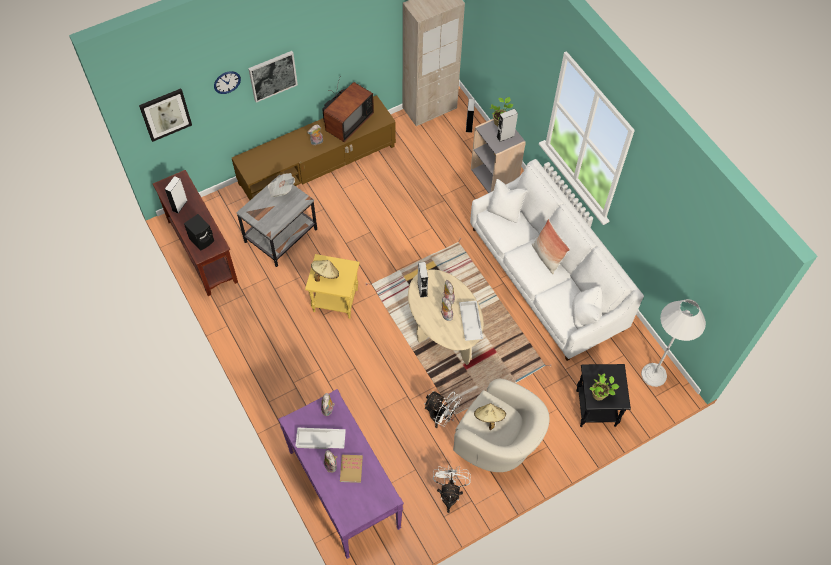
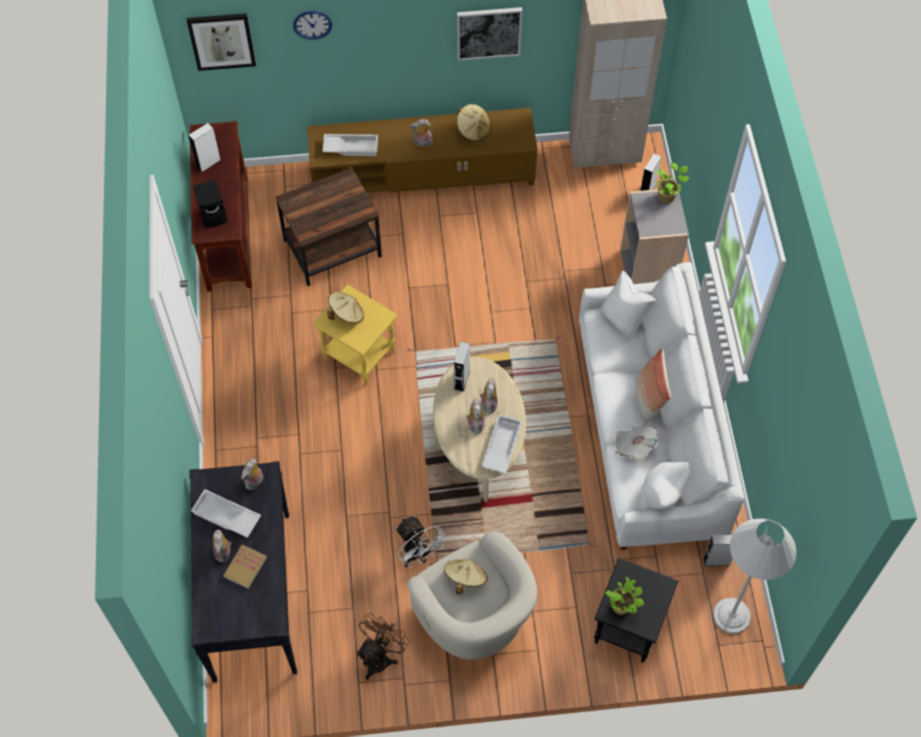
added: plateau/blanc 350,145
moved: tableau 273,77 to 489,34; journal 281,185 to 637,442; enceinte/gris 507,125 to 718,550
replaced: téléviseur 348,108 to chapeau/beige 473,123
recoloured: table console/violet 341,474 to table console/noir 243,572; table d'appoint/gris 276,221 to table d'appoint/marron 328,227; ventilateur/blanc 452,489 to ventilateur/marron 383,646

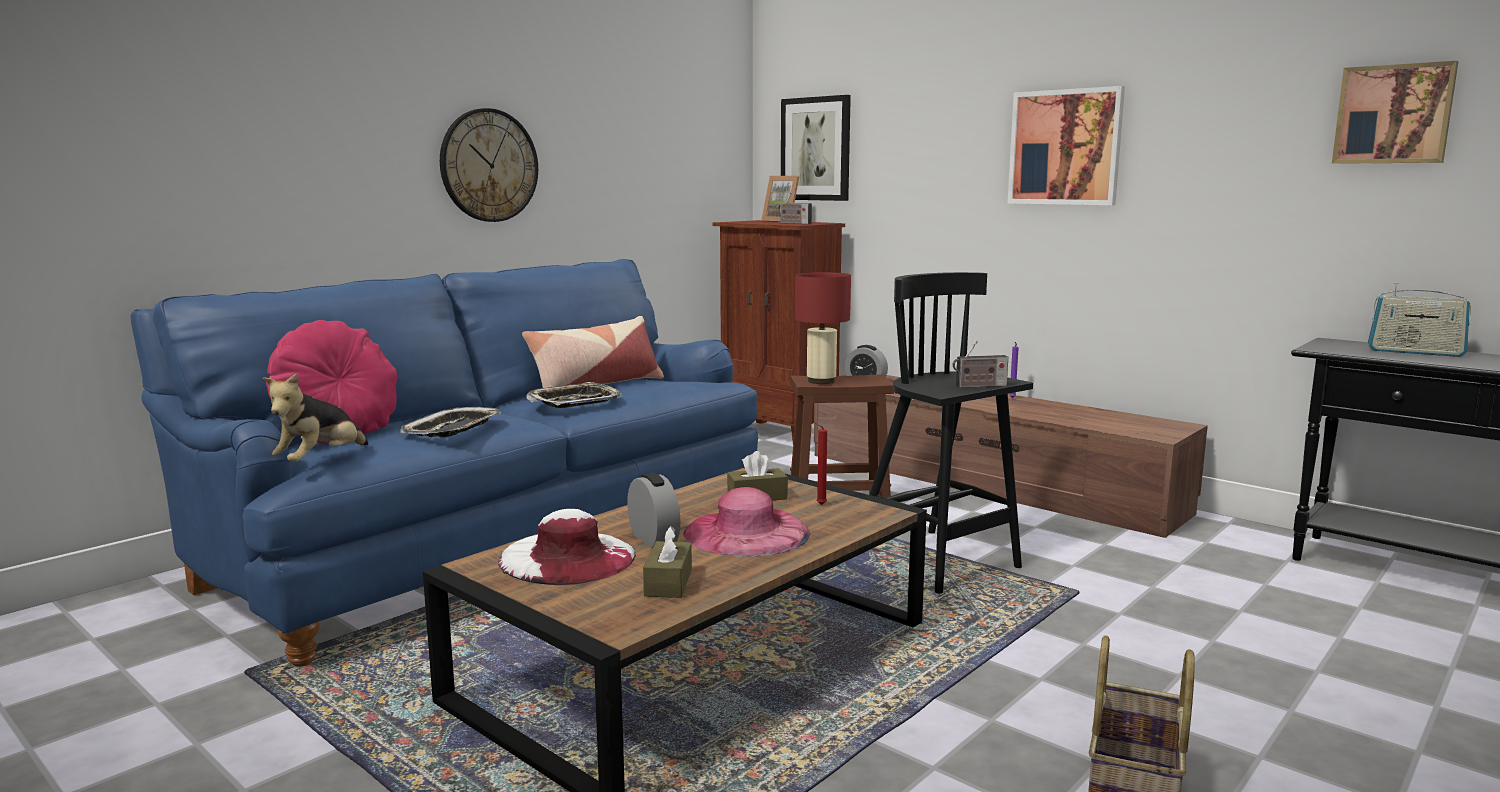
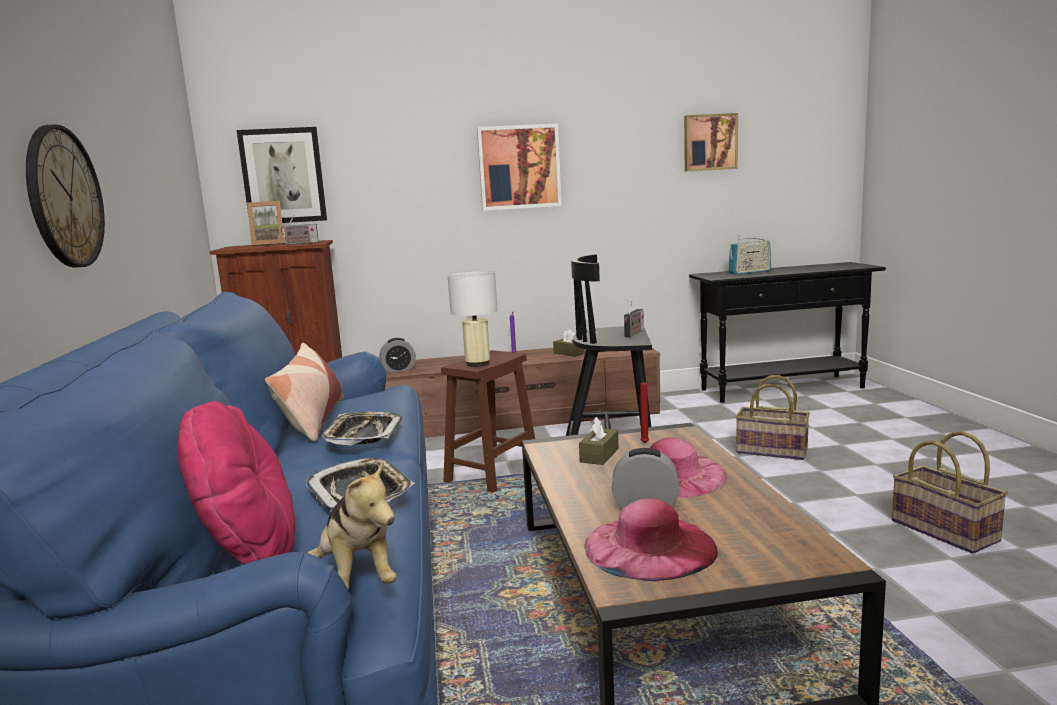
added: panier 772,417
moved: boîte à mouchoirs/marron 667,562 to 569,343
recoloured: lampe de table/rouge 823,328 to lampe de table/blanc 472,319; chapeau/blanc 567,547 to chapeau/rose 651,540

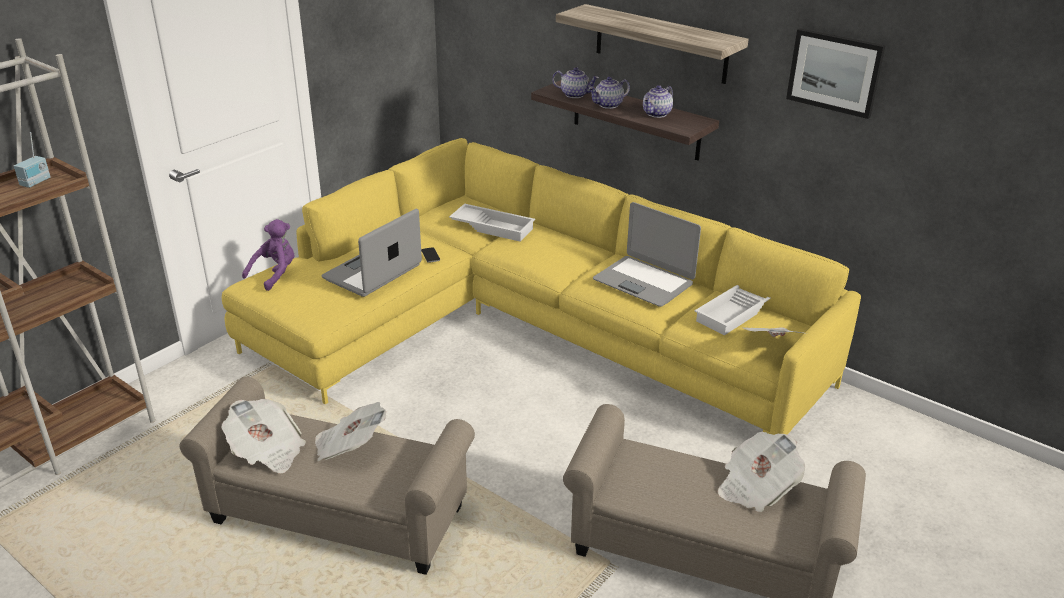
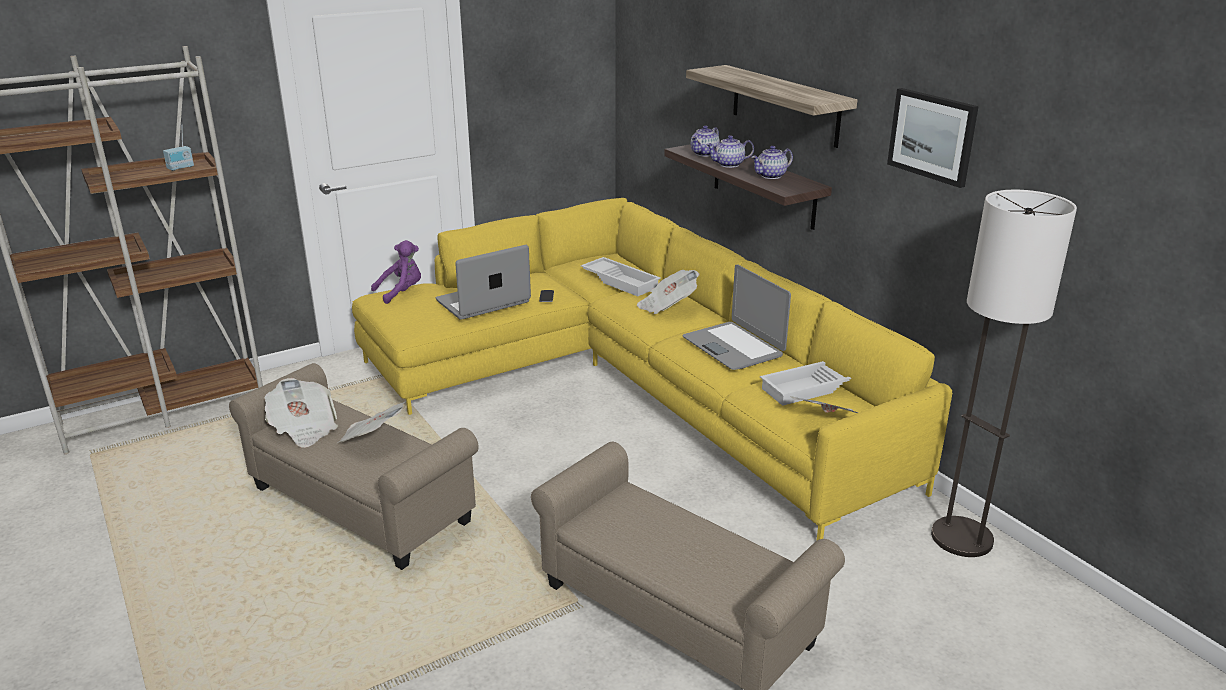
added: lampadaire 1004,373
moved: journal 761,472 to 668,292
turned: théière 575,82 = 705,141 90 degrees clockwise

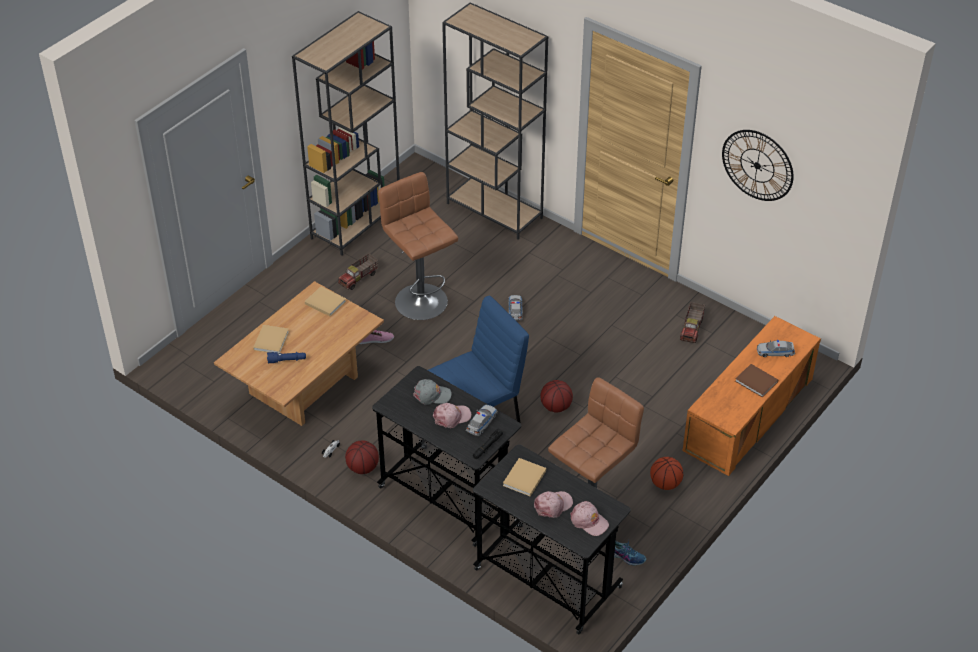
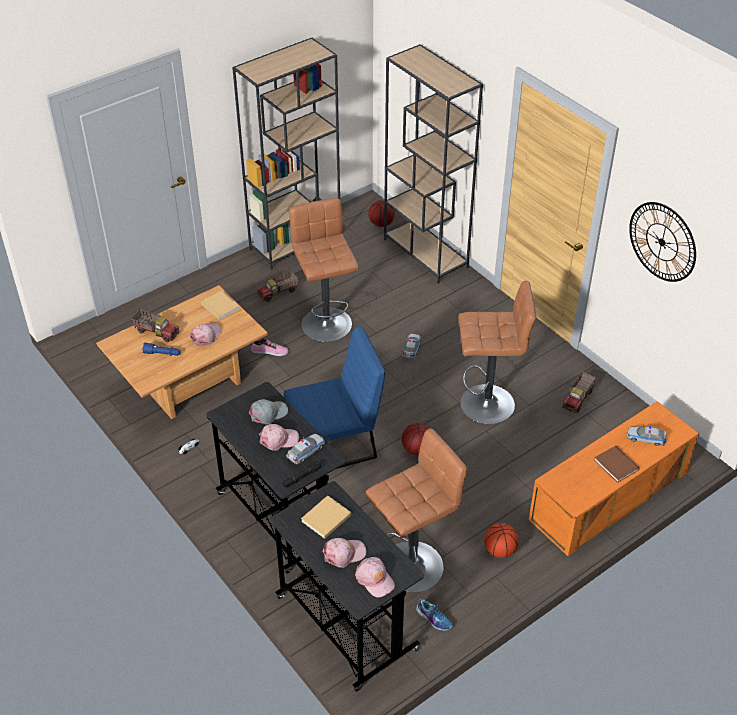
added: casquette/rose 206,334; tabouret/marron 497,352
moved: ballon de basket 362,457 to 381,213
replaced: livre/beige 271,339 to camion jouet 156,326
turned: casquette/gris 432,392 = 268,412 45 degrees counterclockwise

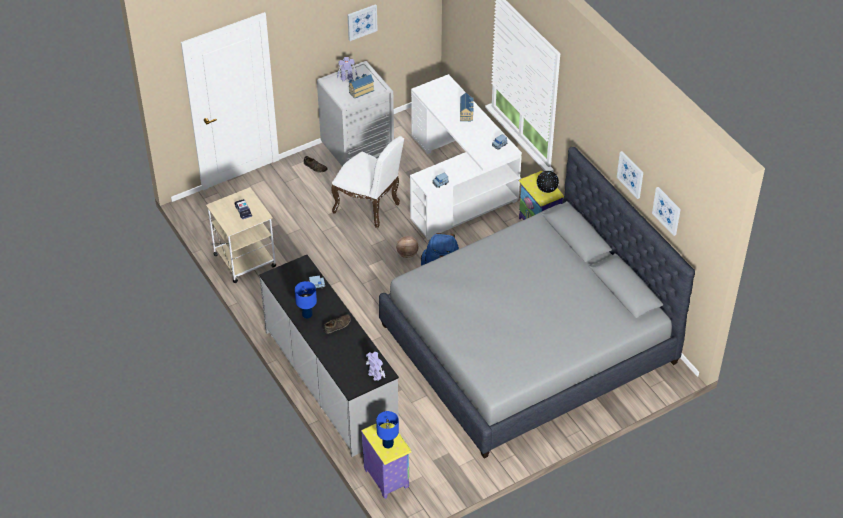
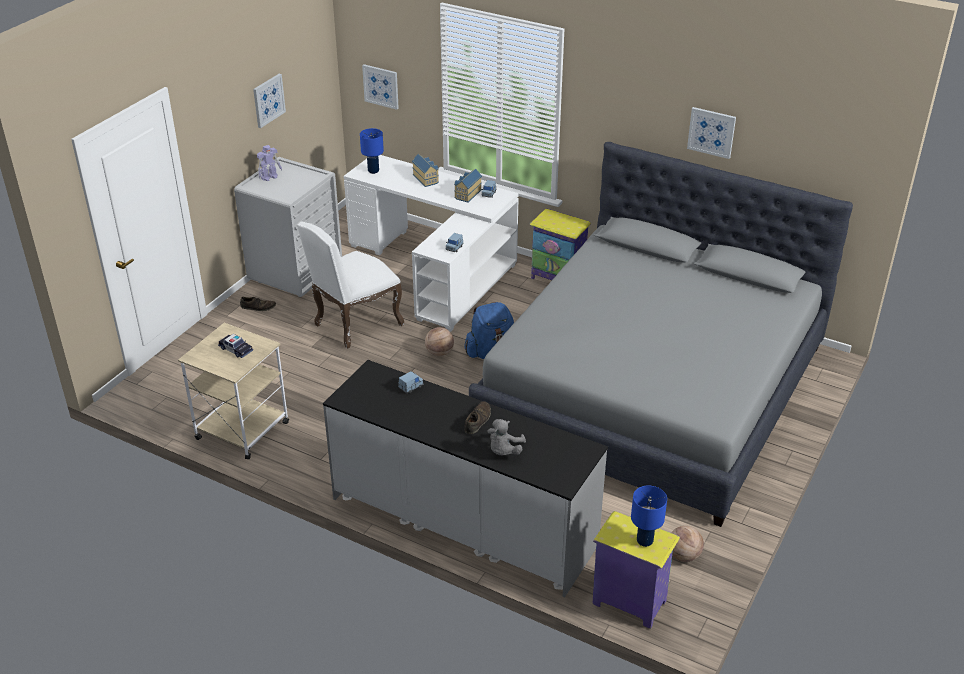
removed: robot jouet 375,366; globe 548,182
added: peluche/gris 506,437; ballon de basket 687,544
moved: lampe de table/bleu 306,300 to 372,151; tableau 666,211 to 380,87; maison miniature 361,86 to 468,185
turned: chaise/blanc 368,182 = 350,284 135 degrees clockwise

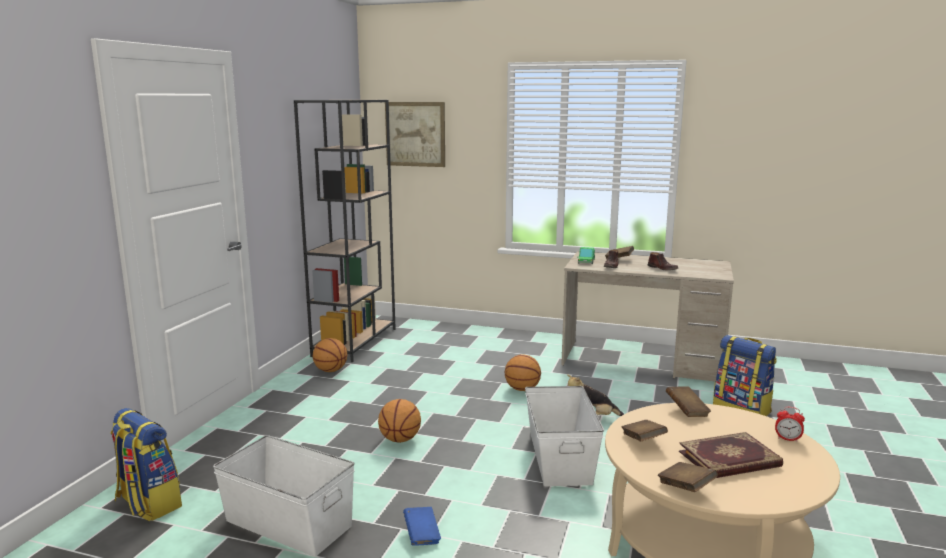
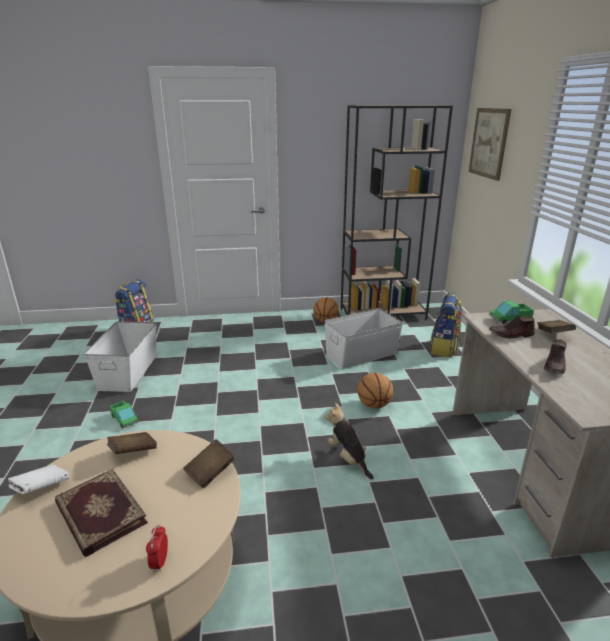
removed: ballon de basket 399,421
moved: boîte de rangement/blanc 564,436 to 363,338; sac à dos 745,375 to 446,325
replaced: livre/bleu 422,526 to camion jouet 124,414
recoloured: livre/marron 688,477 to livre/blanc 38,479

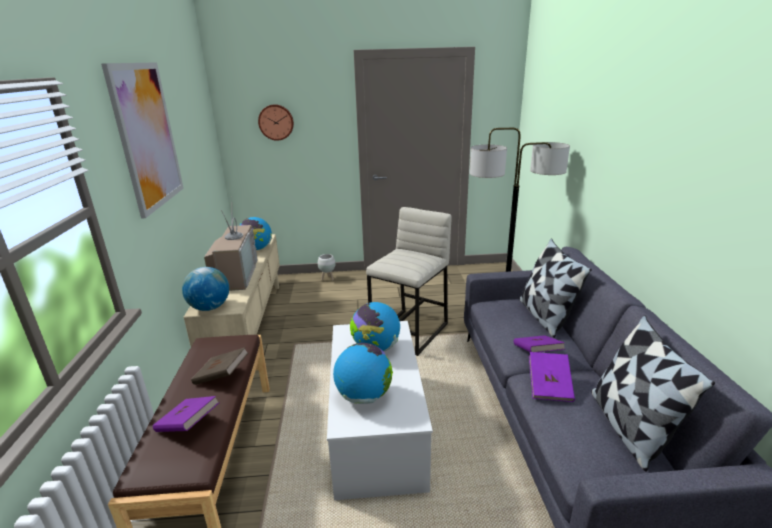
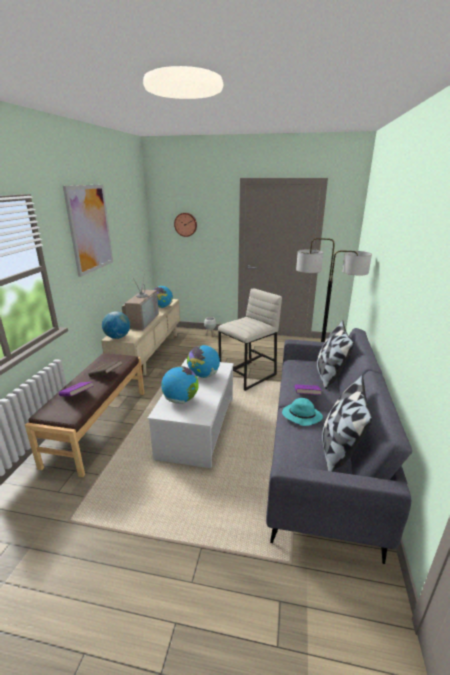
replaced: livre/violet 552,377 to chapeau/turquoise 302,412

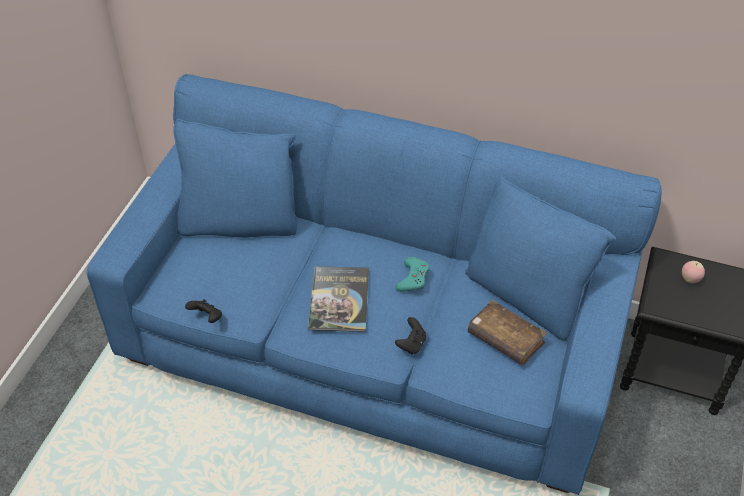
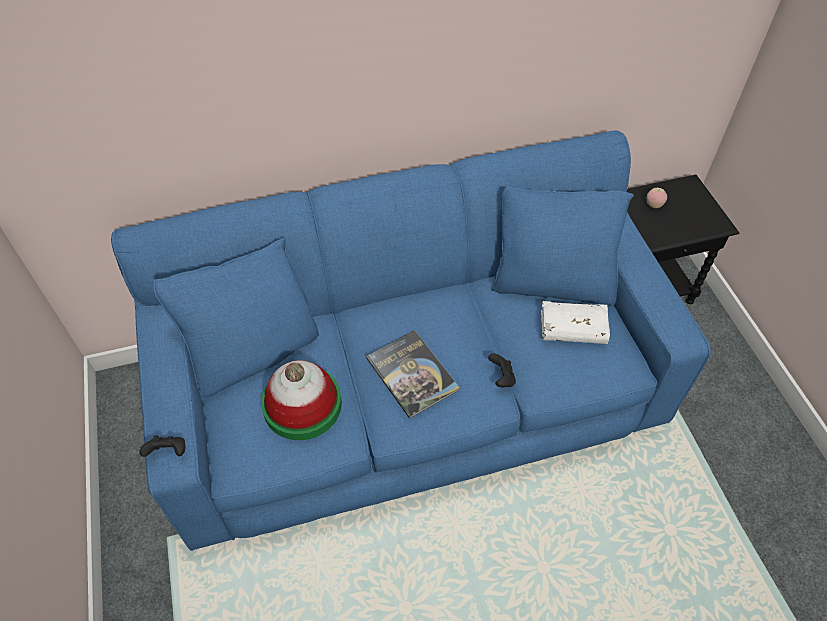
removed: manette/turquoise 412,274
added: chapeau 301,400
moved: manette/noir 203,311 to 162,446
recoloured: livre/marron 507,332 to livre/blanc 575,322

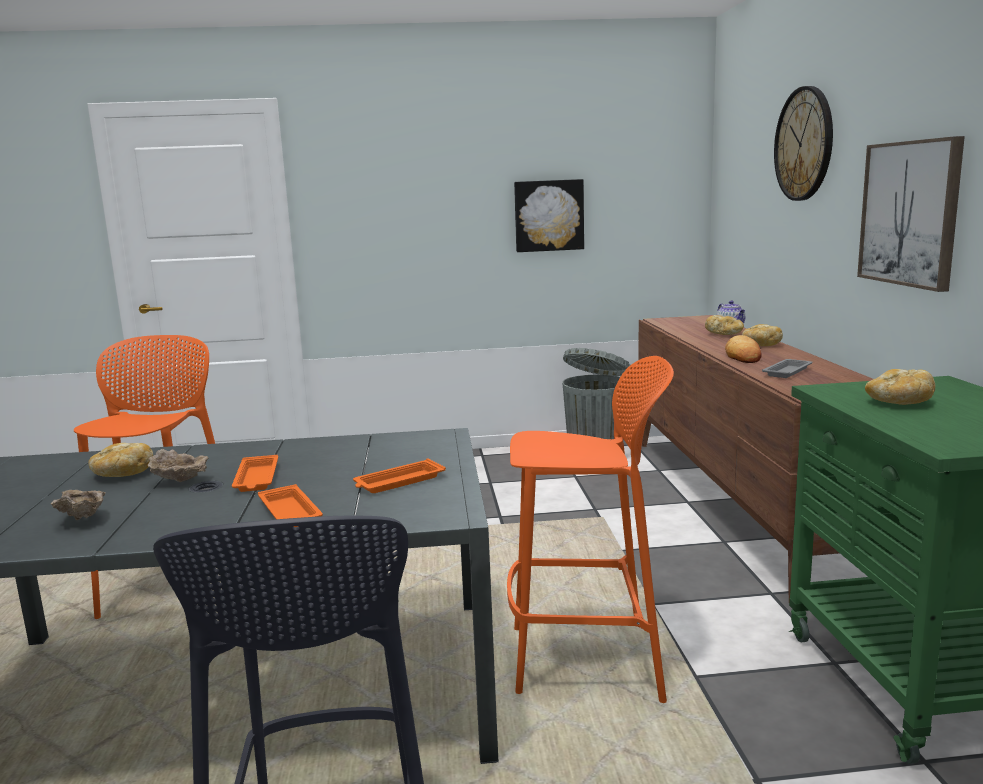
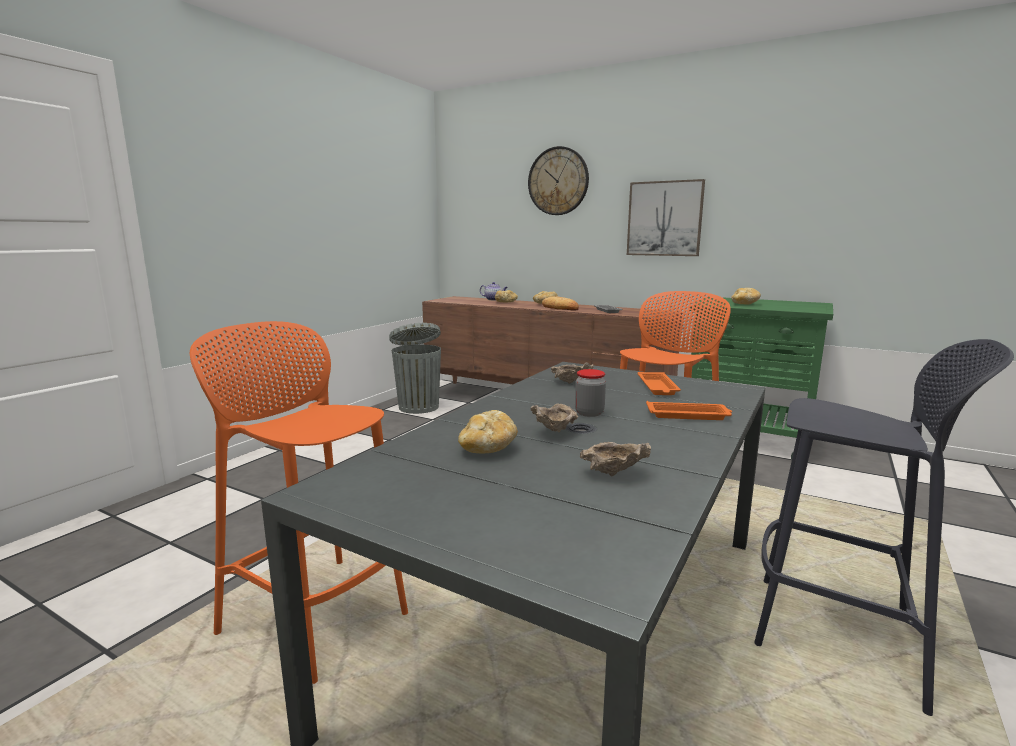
removed: tableau 549,215
added: bol/beige 572,373
replaced: plateau/orange 255,473 to bocal 590,393

